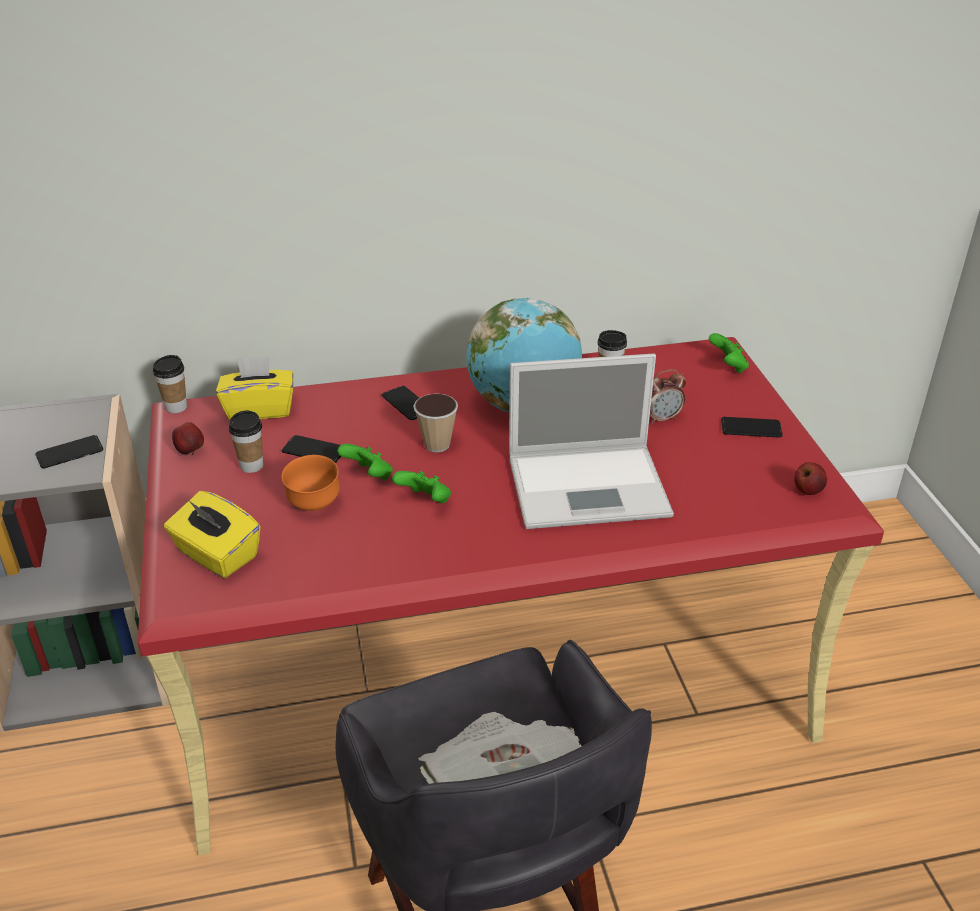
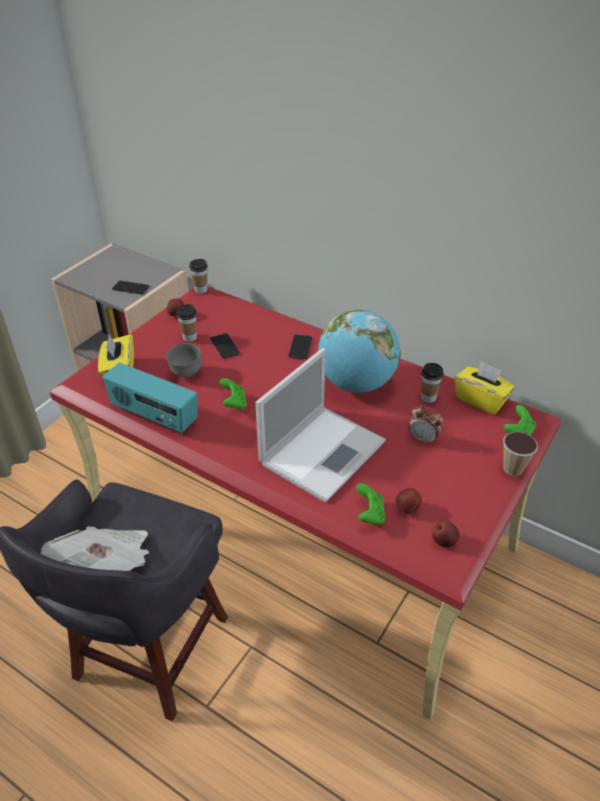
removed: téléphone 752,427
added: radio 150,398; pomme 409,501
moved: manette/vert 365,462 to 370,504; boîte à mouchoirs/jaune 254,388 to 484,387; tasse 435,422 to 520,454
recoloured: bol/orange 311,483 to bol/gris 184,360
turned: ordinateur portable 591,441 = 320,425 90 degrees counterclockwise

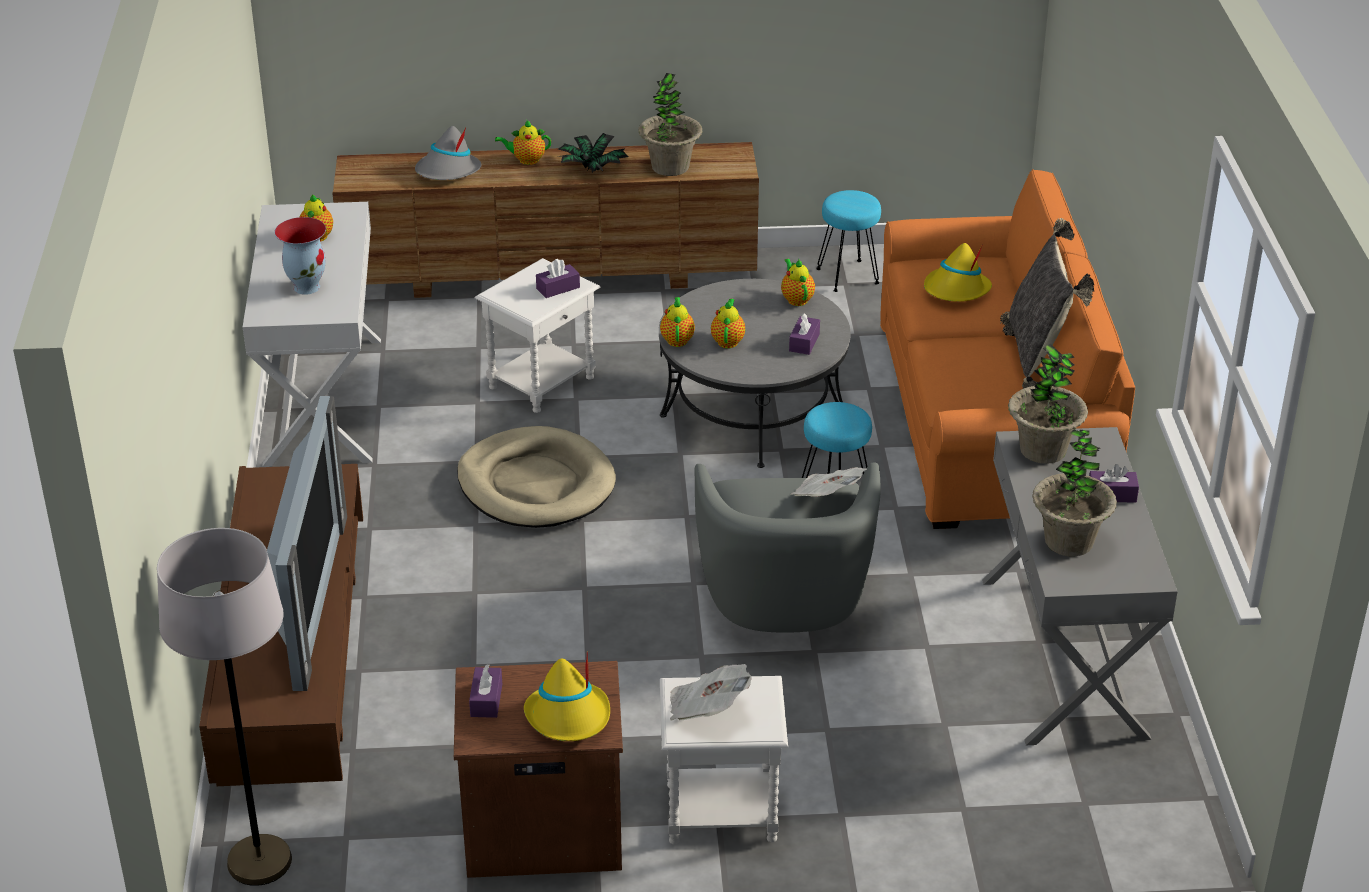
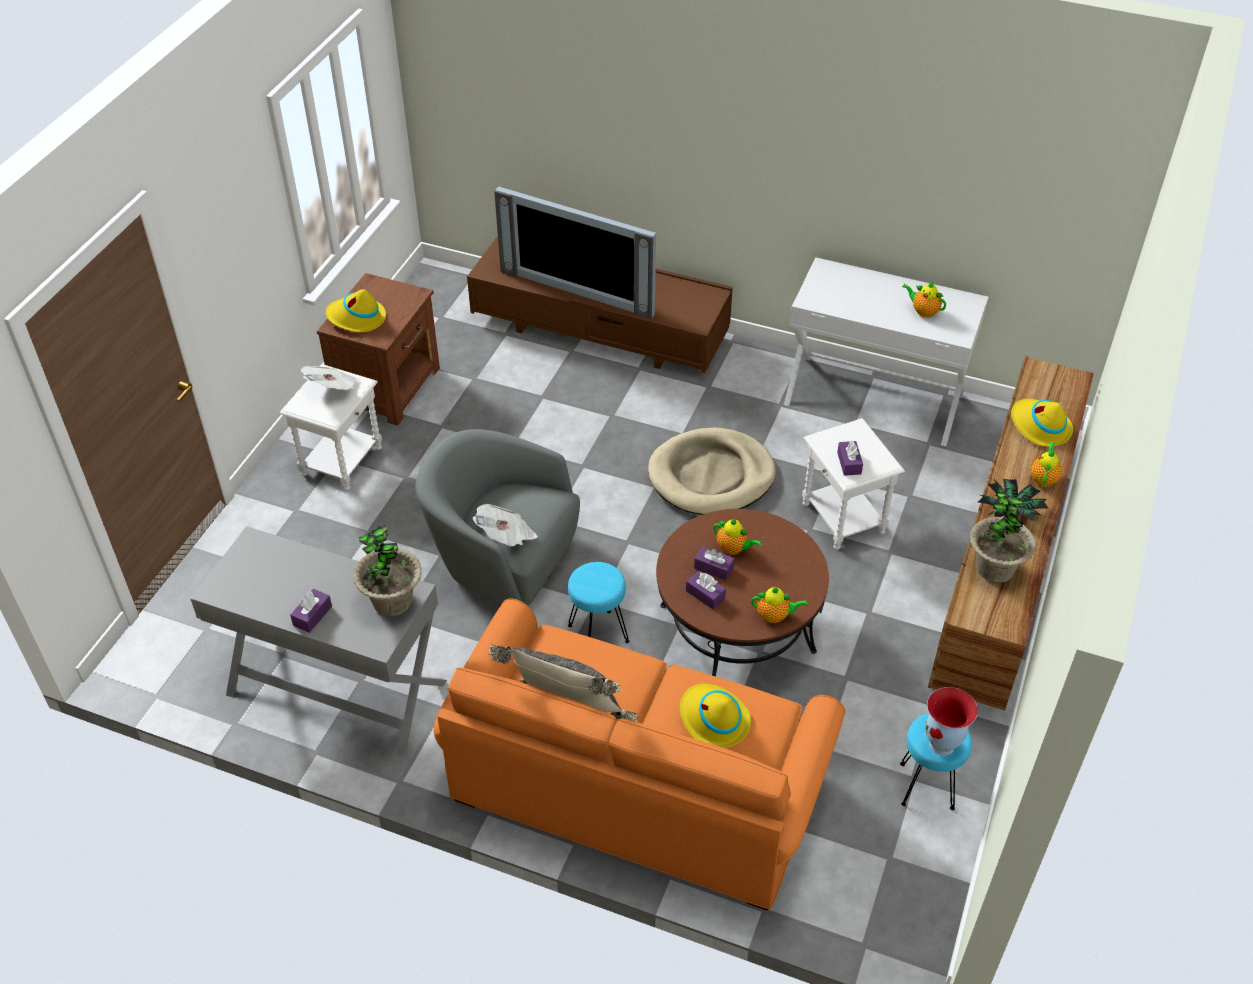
removed: lampadaire/gris 224,707; théière 677,322; plante en pot 1074,493
moved: boîte à mouchoirs/violet 485,691 to 714,563; vase 300,256 to 952,721
recoloured: table basse/gris 755,373 to table basse/marron 742,592; chapeau/gris 448,153 to chapeau/jaune 1042,423

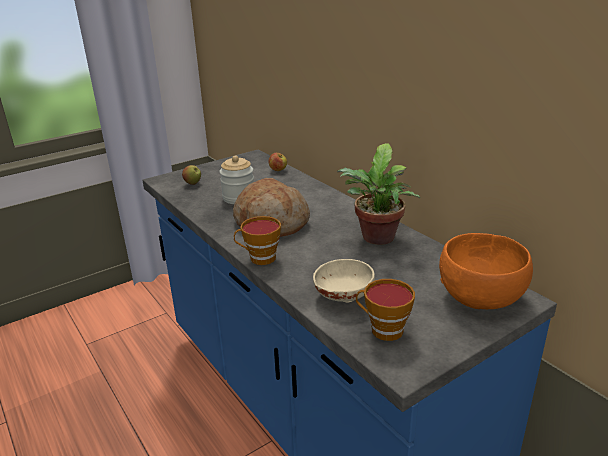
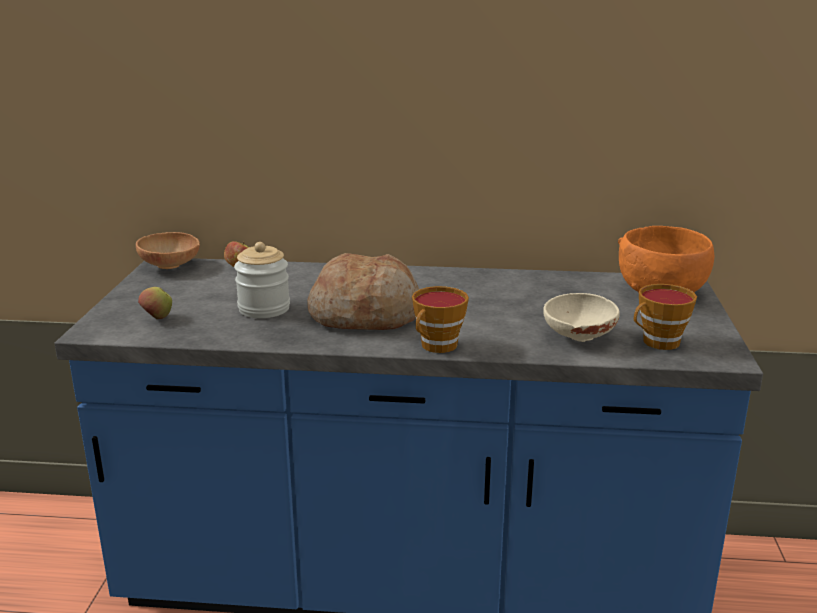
removed: plante en pot 379,194
added: bol/marron 168,250

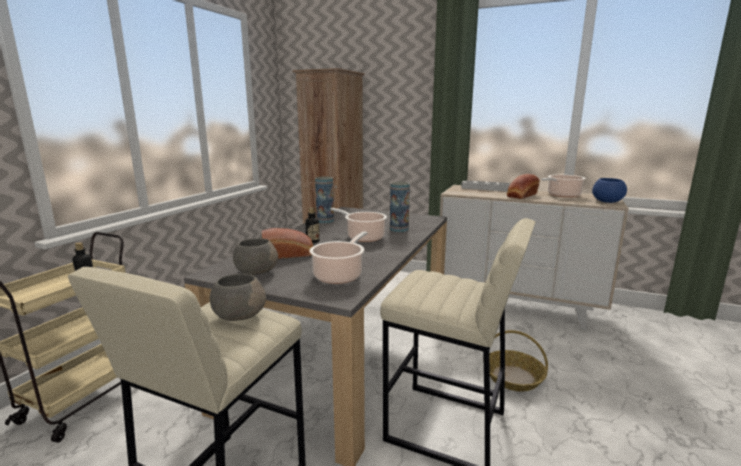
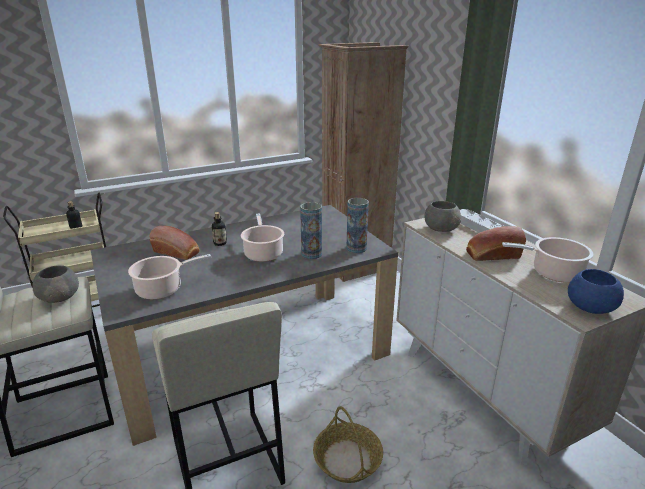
moved: vase 324,200 to 357,225; bol/gris 255,256 to 443,216

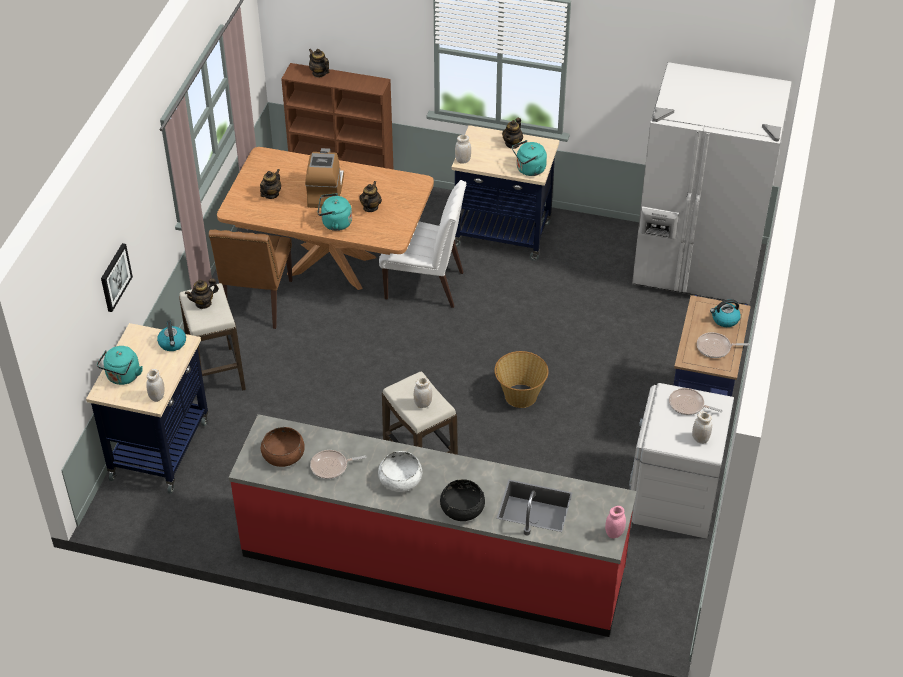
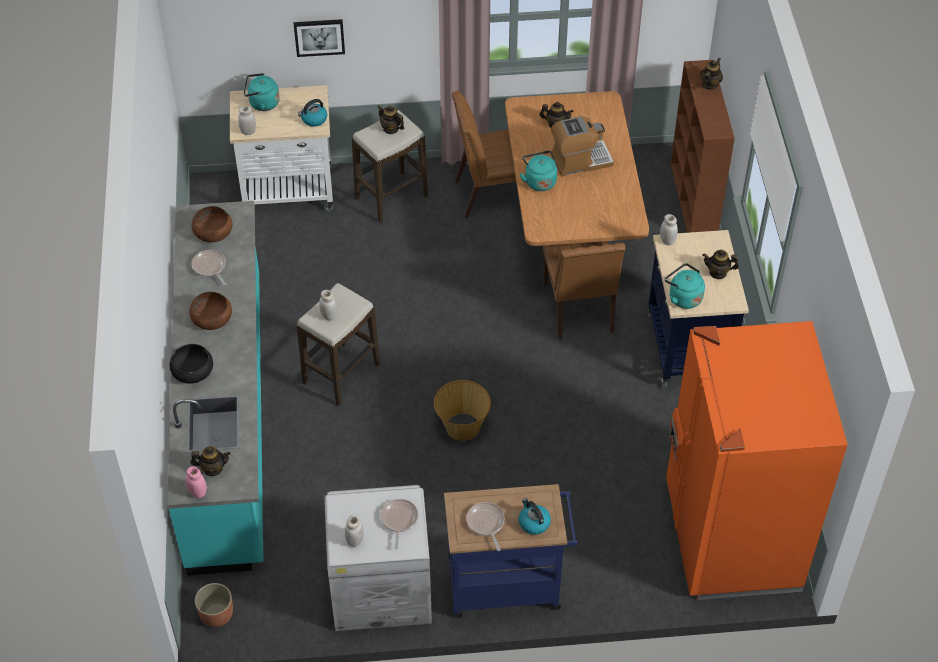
added: cache-pot 214,605
moved: théière 370,196 to 210,461
recoloured: comptoir de cuisine/rouge 433,525 to comptoir de cuisine/turquoise 215,388; bol/blanc 400,471 to bol/marron 210,311; chariot/bleu 147,408 to chariot/blanc 281,148; chaise/blanc 422,244 to chaise/marron 584,290; réfrigérateur/blanc 712,183 to réfrigérateur/orange 757,460

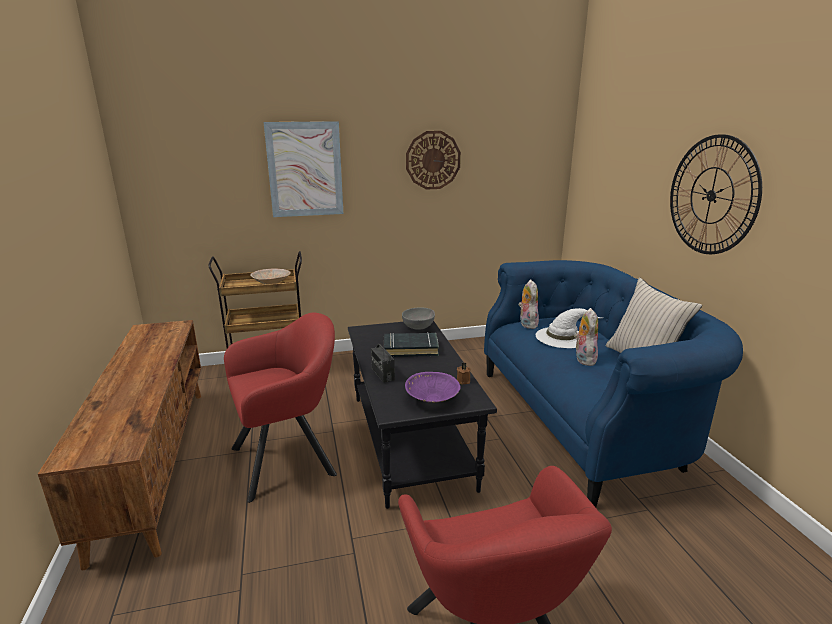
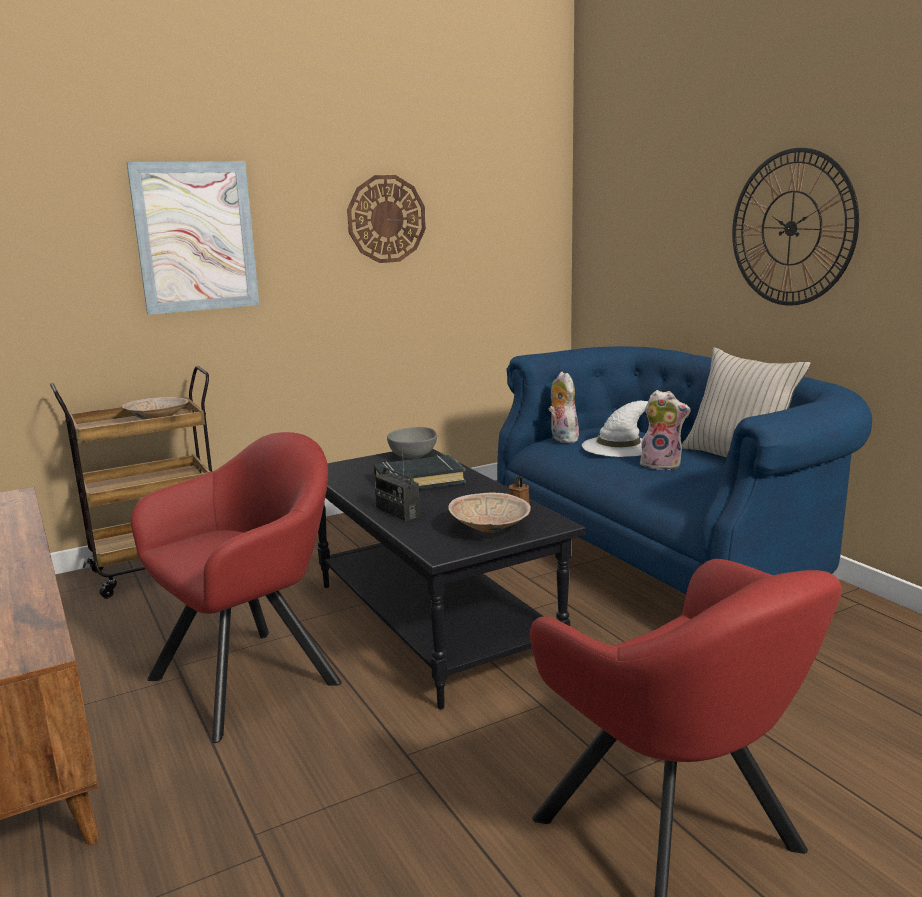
recoloured: bol/violet 433,387 to bol/beige 489,513
turned: peluche 586,337 = 665,430 120 degrees clockwise

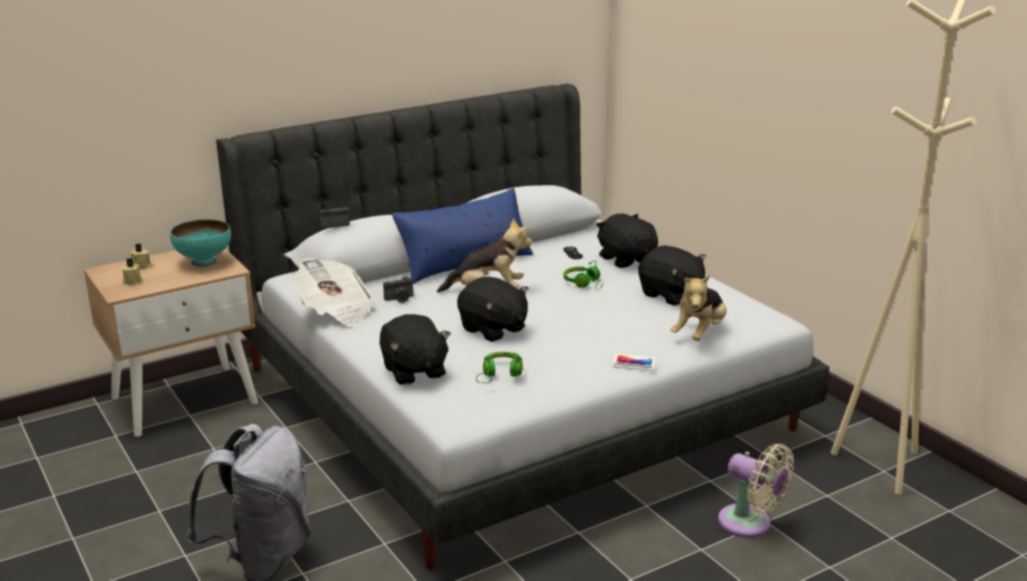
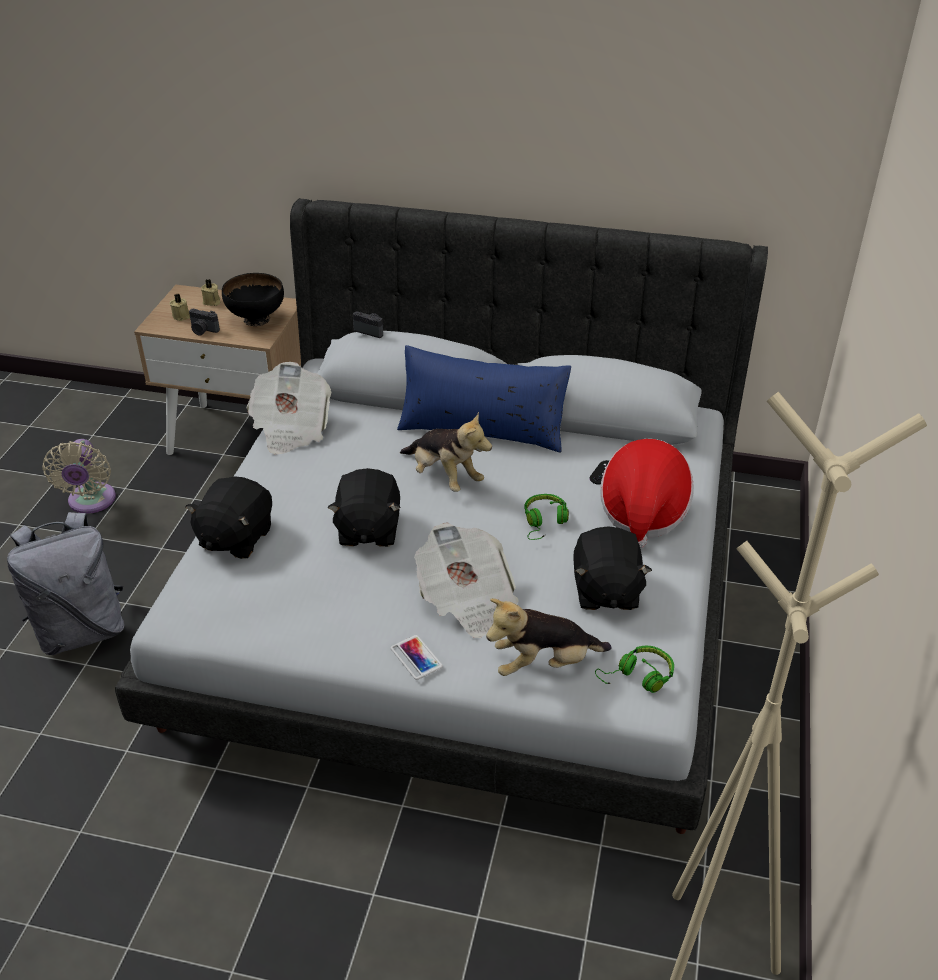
added: journal 466,580
moved: ventilateur/beige 756,491 to 79,476; appareil photo 398,290 to 204,322; casque audio/vert 499,367 to 634,669
replaced: peluche/noir 627,240 to chapeau 647,493
recoloured: bol/turquoise 200,243 to bol/noir 253,299

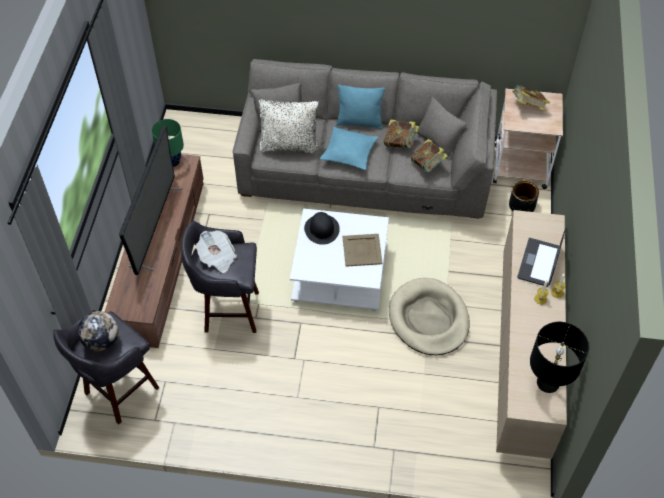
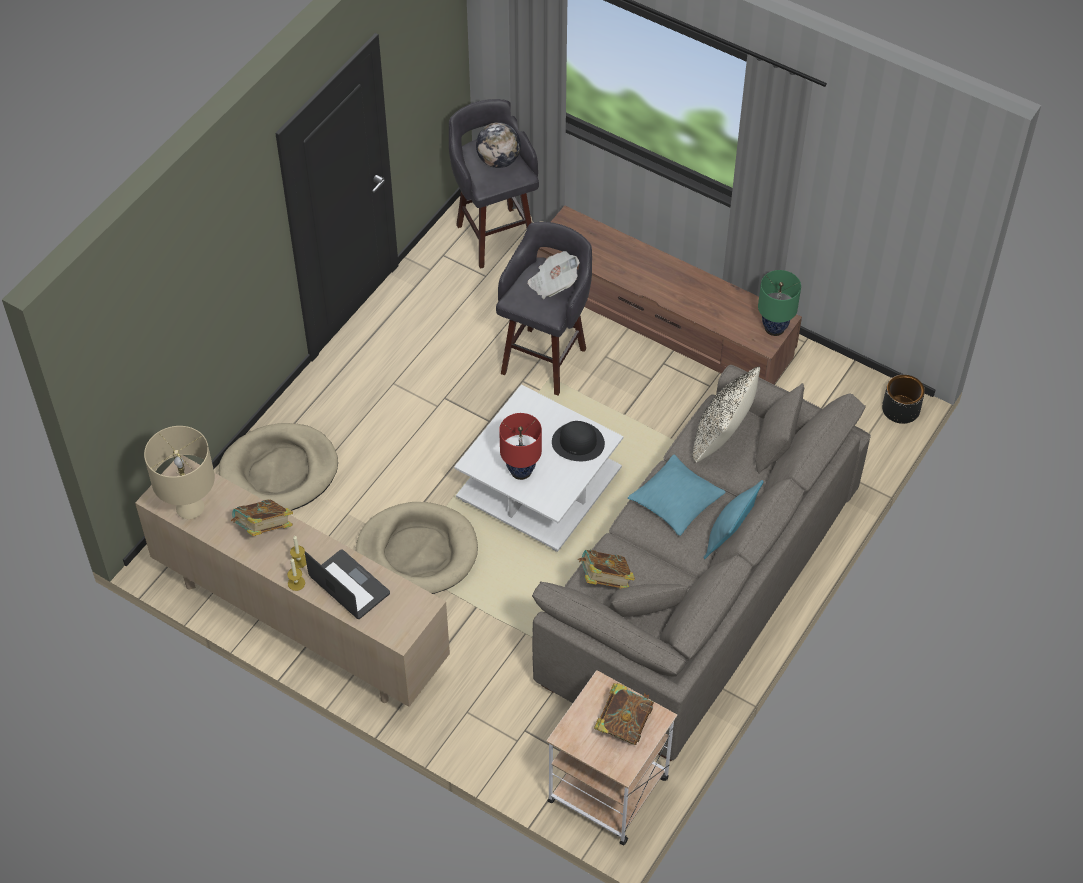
removed: téléviseur 150,200
added: panier pour chien/beige 278,467
moved: livre 401,134 to 262,517; cache-pot/noir 524,196 to 903,399
replaced: plateau/beige 363,250 to lampe de table/rouge 520,446
recoloured: lampe de table/noir 559,357 to lampe de table/beige 179,472

